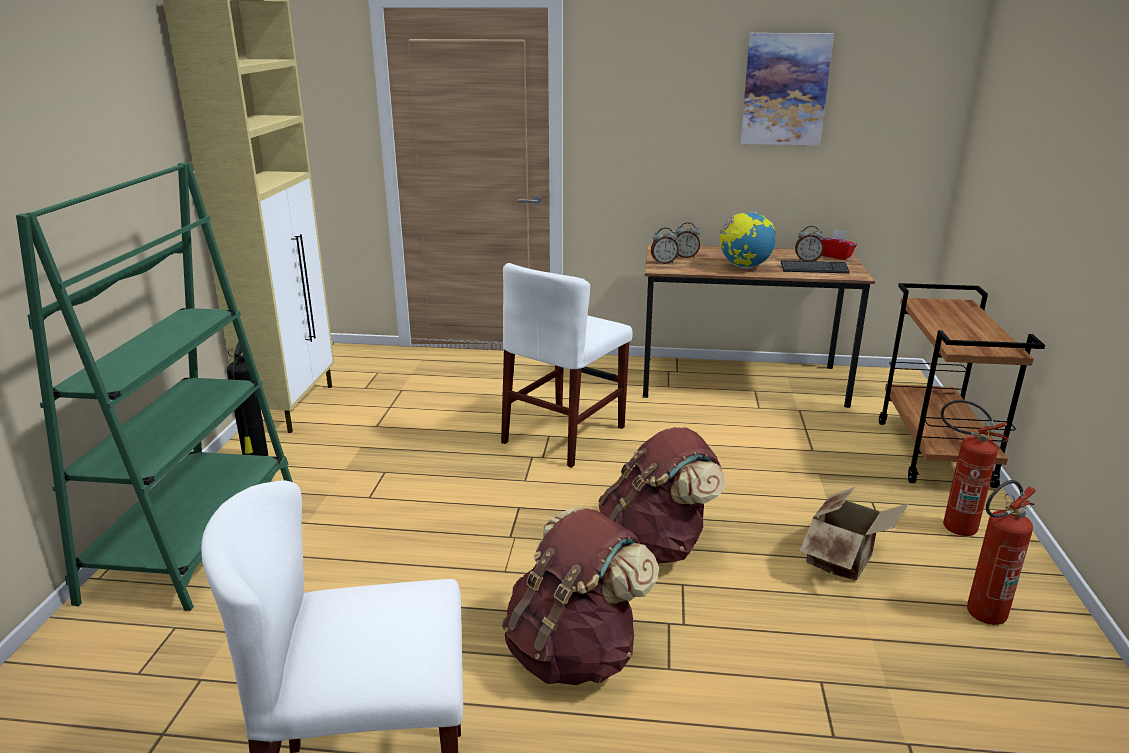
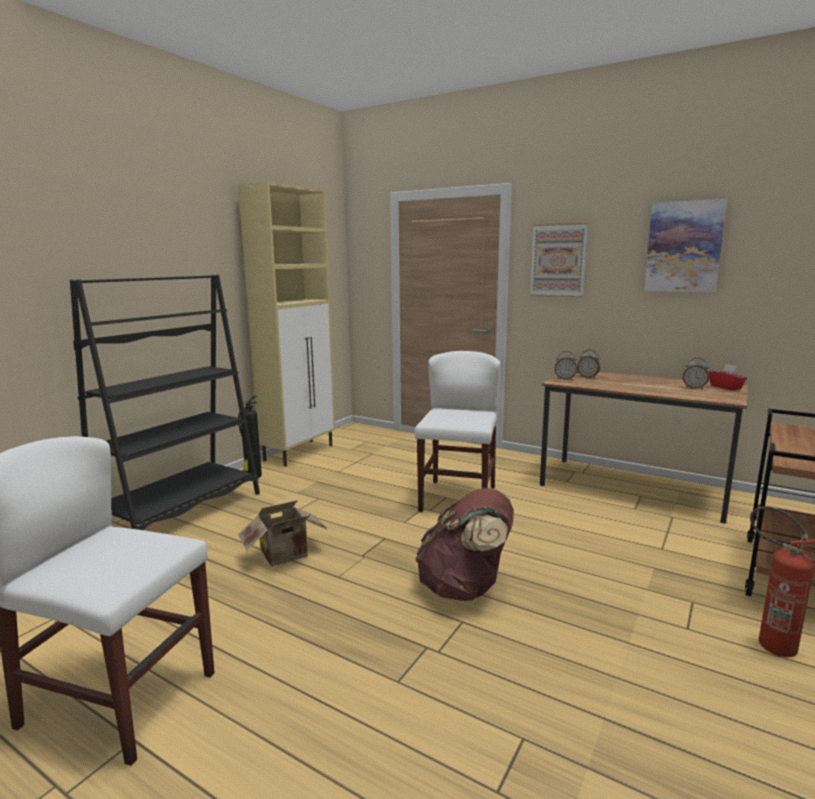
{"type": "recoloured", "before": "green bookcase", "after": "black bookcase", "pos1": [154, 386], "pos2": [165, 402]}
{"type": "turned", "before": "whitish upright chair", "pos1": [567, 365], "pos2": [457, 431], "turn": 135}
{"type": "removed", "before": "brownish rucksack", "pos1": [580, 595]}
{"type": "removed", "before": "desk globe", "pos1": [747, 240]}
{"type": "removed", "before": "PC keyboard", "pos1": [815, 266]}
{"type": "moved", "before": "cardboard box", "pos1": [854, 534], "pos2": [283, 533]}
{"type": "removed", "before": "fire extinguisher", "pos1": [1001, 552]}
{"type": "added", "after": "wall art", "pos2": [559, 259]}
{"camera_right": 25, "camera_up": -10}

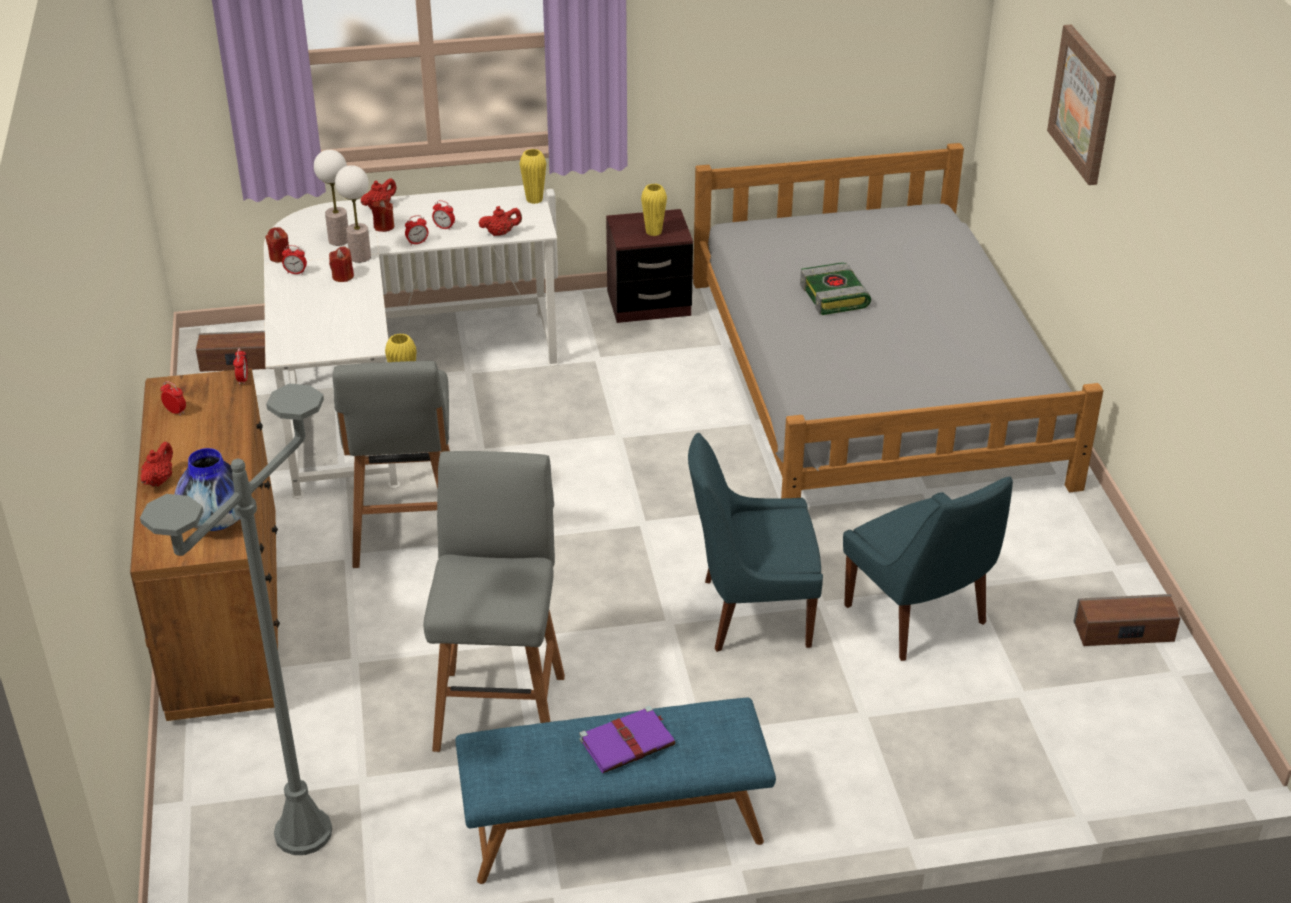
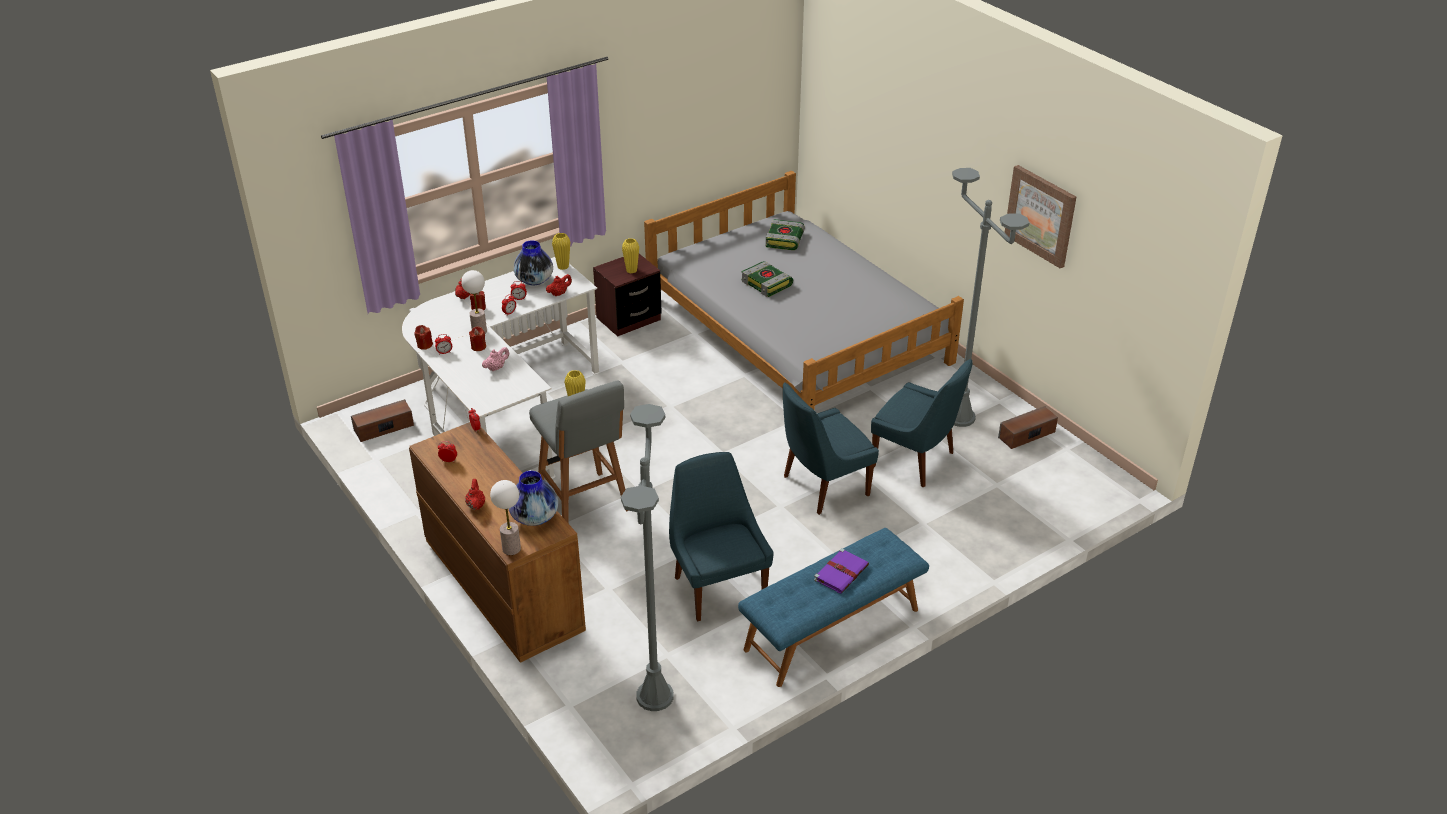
{"type": "moved", "before": "lamp for a table", "pos1": [331, 198], "pos2": [505, 517]}
{"type": "replaced", "before": "greyish stool seat", "after": "bluish upright chair", "pos1": [494, 601], "pos2": [721, 537]}
{"type": "moved", "before": "wall art", "pos1": [1081, 104], "pos2": [1040, 216]}
{"type": "added", "after": "pink tea pot", "pos2": [495, 359]}
{"type": "added", "after": "flower vase", "pos2": [533, 262]}
{"type": "added", "after": "book", "pos2": [785, 234]}
{"type": "added", "after": "greyish floor lamp", "pos2": [990, 297]}
{"camera_right": -25, "camera_up": 0}

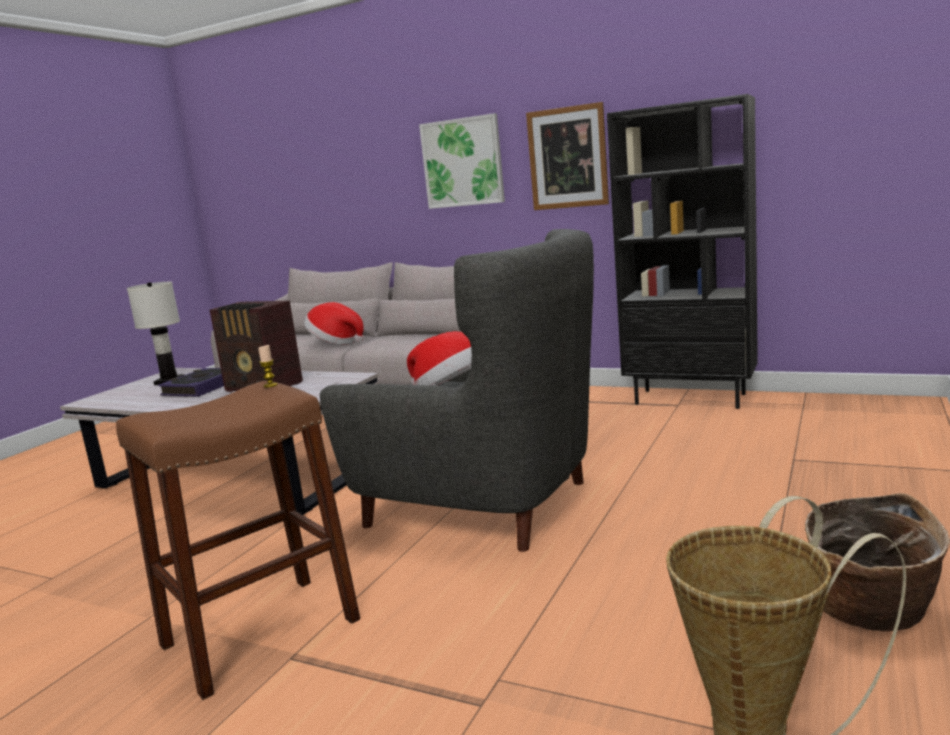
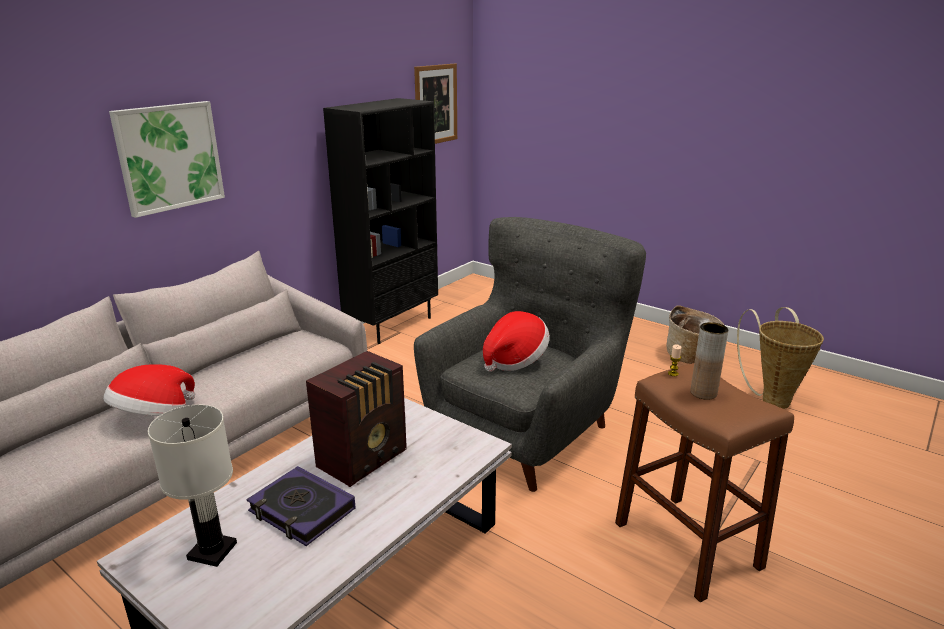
{"type": "moved", "before": "wall art", "pos1": [567, 156], "pos2": [435, 104]}
{"type": "added", "after": "brownish flower vase", "pos2": [709, 361]}
{"camera_right": -80, "camera_up": 10}

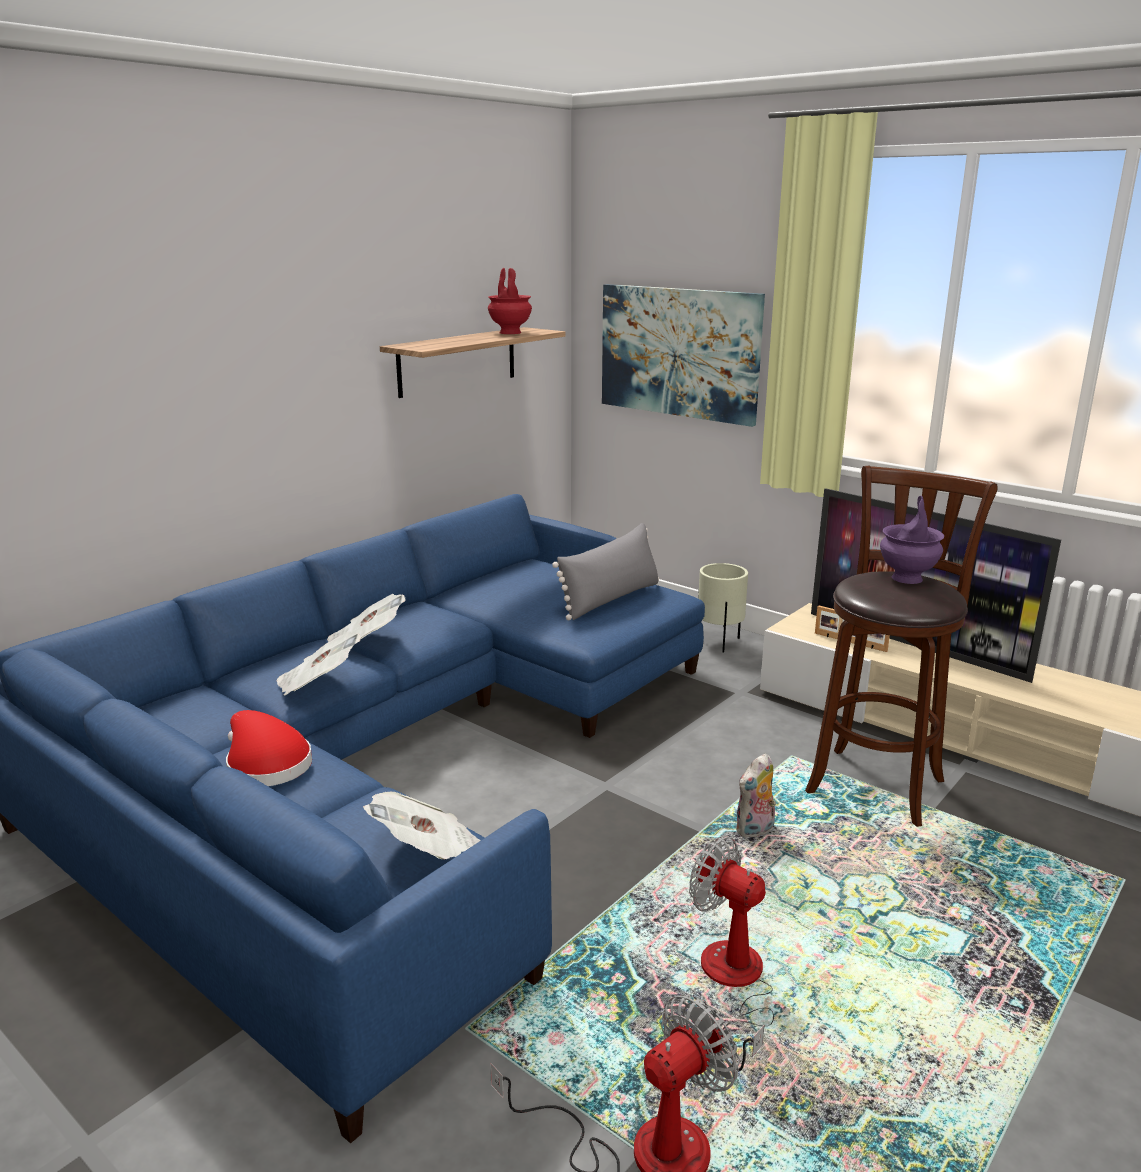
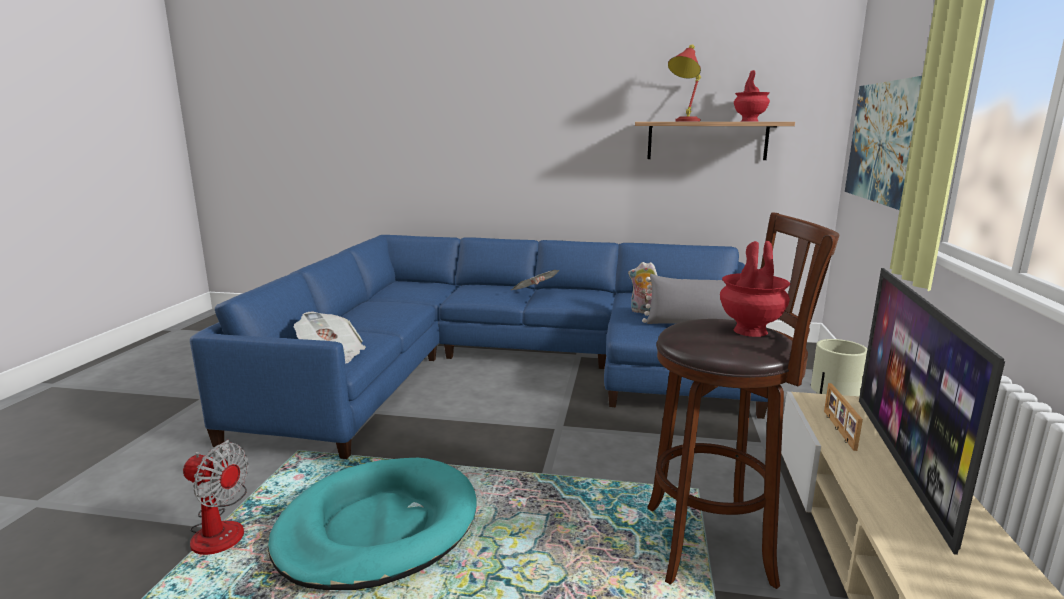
{"type": "removed", "before": "red clothing hat", "pos1": [269, 748]}
{"type": "removed", "before": "newspaper", "pos1": [318, 663]}
{"type": "replaced", "before": "fan", "after": "turquoise-coloured dog cushion", "pos1": [731, 953], "pos2": [372, 524]}
{"type": "moved", "before": "cuddly toy", "pos1": [756, 795], "pos2": [643, 288]}
{"type": "recoloured", "before": "purple flower vase", "after": "red flower vase", "pos1": [912, 540], "pos2": [755, 289]}
{"type": "added", "after": "red lamp for a table", "pos2": [684, 83]}
{"camera_right": 60, "camera_up": -5}

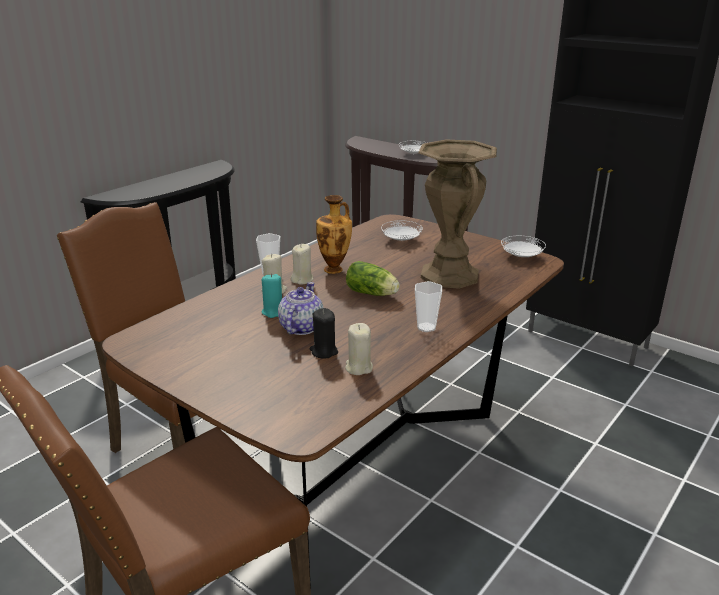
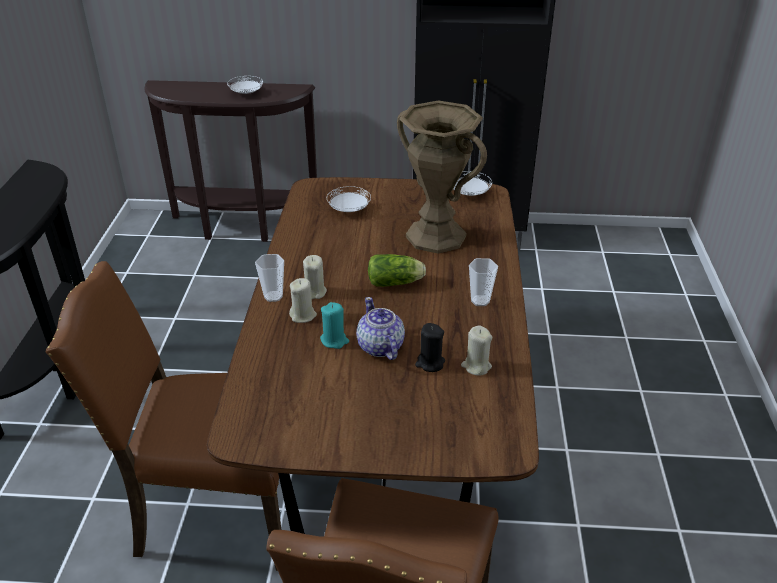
{"type": "removed", "before": "flower vase", "pos1": [334, 234]}
{"camera_right": -35, "camera_up": 10}

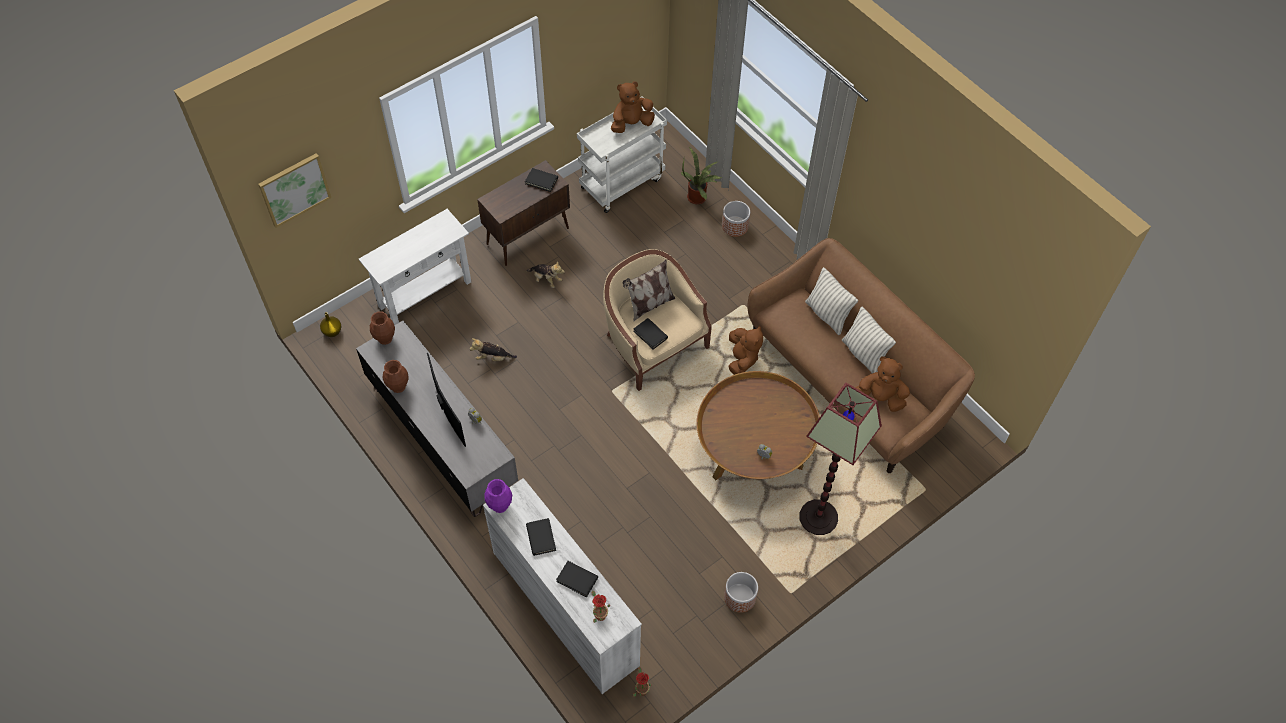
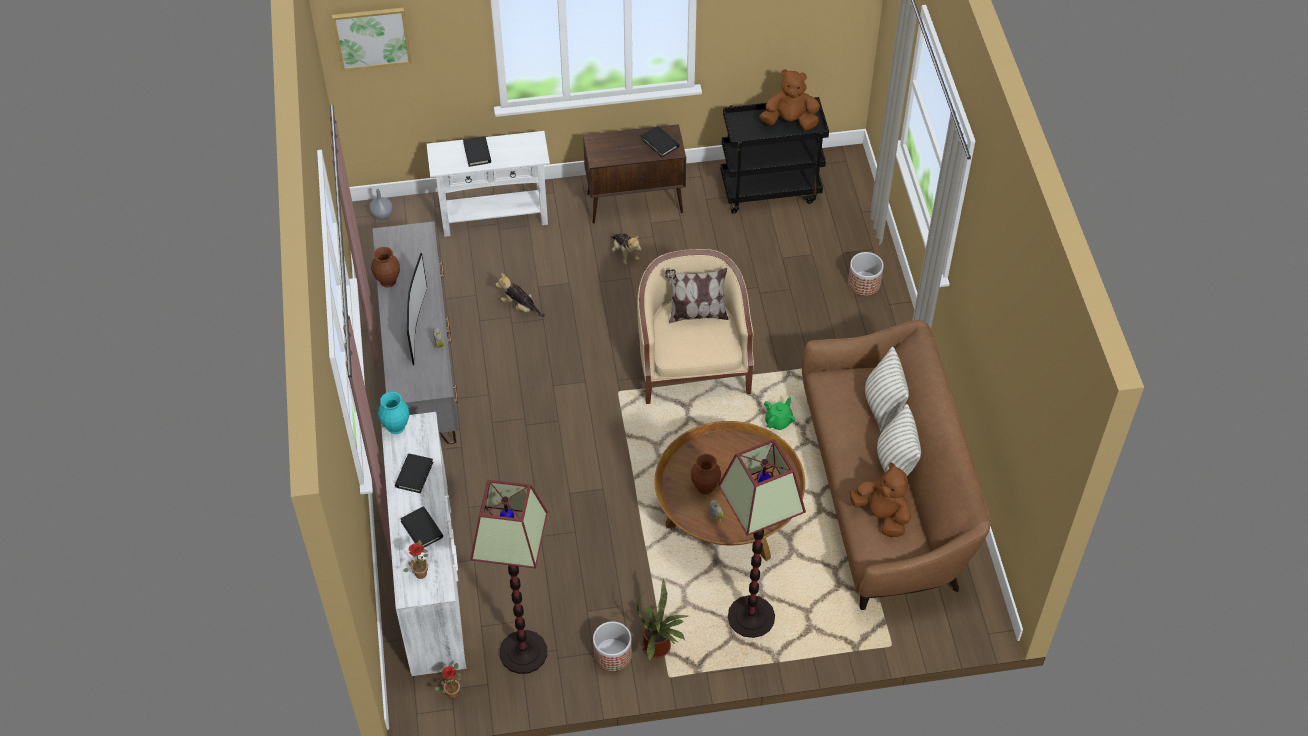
{"type": "recoloured", "before": "yellowish flower vase", "after": "greyish flower vase", "pos1": [330, 324], "pos2": [381, 204]}
{"type": "moved", "before": "brownish flower vase", "pos1": [382, 328], "pos2": [706, 474]}
{"type": "recoloured", "before": "purple flower vase", "after": "turquoise-coloured flower vase", "pos1": [498, 496], "pos2": [393, 413]}
{"type": "recoloured", "before": "whitish wheeled cart", "after": "black wheeled cart", "pos1": [622, 154], "pos2": [775, 155]}
{"type": "moved", "before": "black book", "pos1": [651, 334], "pos2": [477, 151]}
{"type": "moved", "before": "plant in a pot", "pos1": [702, 175], "pos2": [662, 619]}
{"type": "replaced", "before": "brownish cuddly toy", "after": "green tea pot", "pos1": [746, 350], "pos2": [779, 413]}
{"type": "added", "after": "floor lamp", "pos2": [509, 577]}
{"camera_right": 30, "camera_up": -5}

